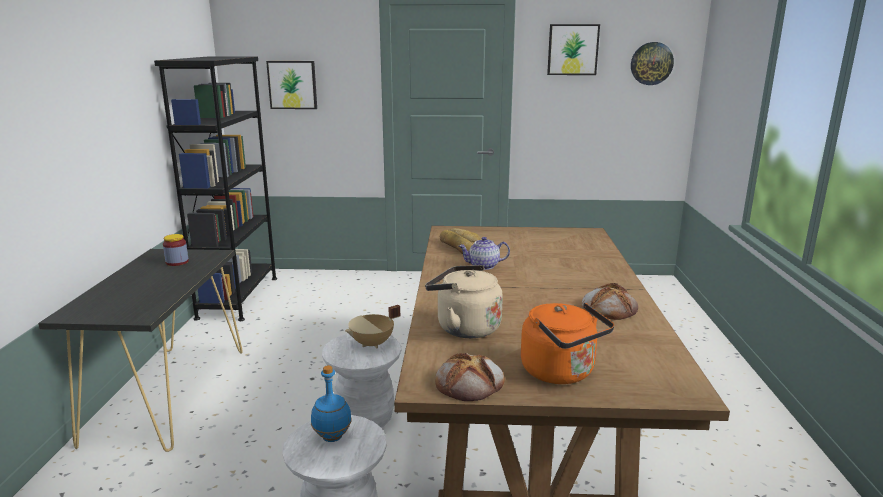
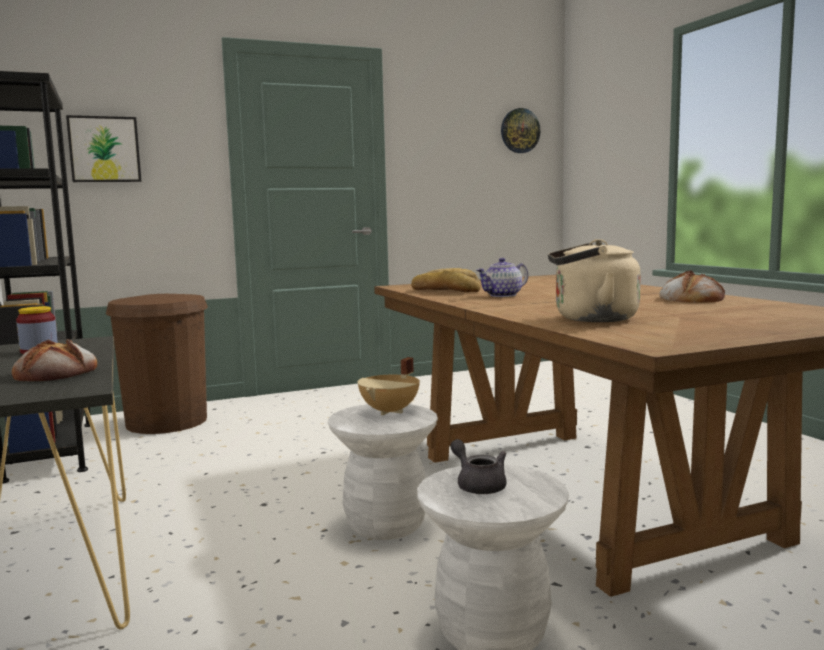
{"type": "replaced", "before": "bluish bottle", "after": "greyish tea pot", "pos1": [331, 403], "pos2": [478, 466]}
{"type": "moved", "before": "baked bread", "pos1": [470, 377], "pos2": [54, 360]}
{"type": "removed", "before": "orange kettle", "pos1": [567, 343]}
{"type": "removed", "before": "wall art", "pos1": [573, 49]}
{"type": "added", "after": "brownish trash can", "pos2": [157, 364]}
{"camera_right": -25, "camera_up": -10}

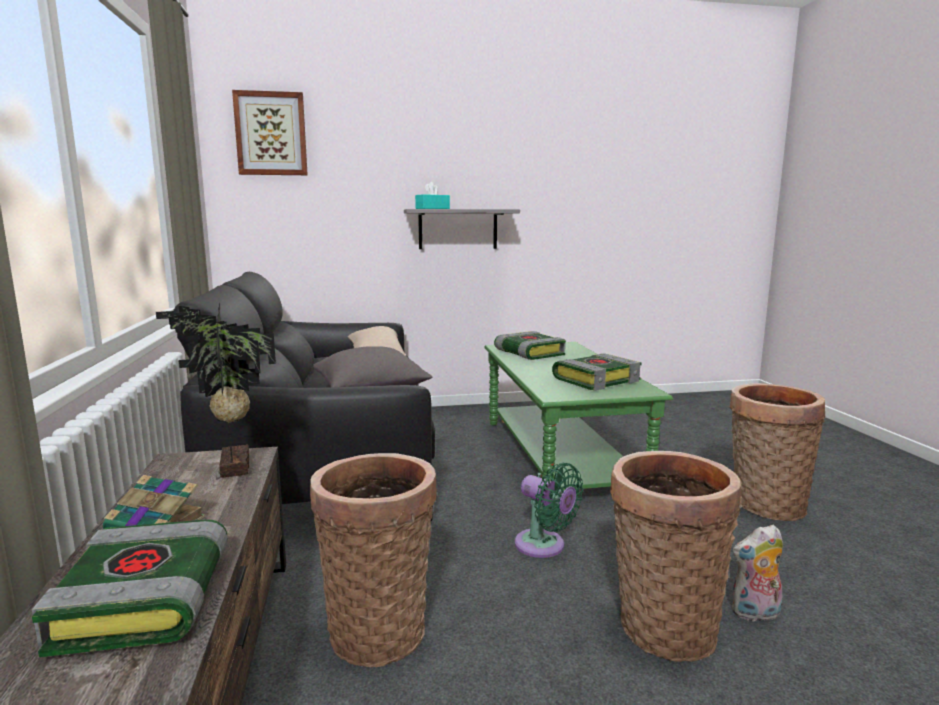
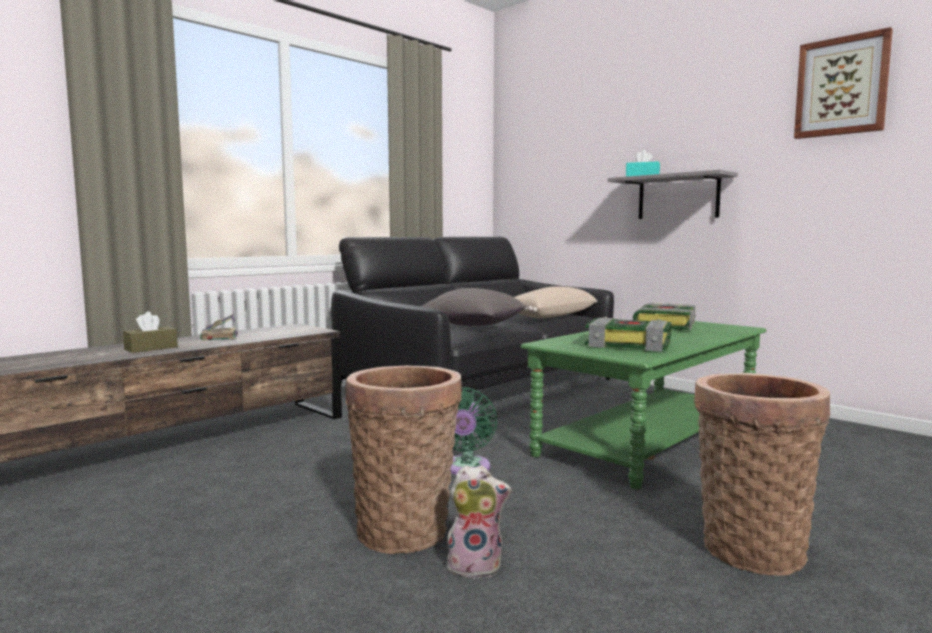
{"type": "replaced", "before": "book", "after": "brownish box of tissues", "pos1": [130, 588], "pos2": [150, 332]}
{"type": "removed", "before": "plant in a pot", "pos1": [216, 390]}
{"type": "moved", "before": "wall art", "pos1": [270, 132], "pos2": [843, 83]}
{"type": "removed", "before": "household basket", "pos1": [373, 560]}
{"type": "turned", "before": "cuddly toy", "pos1": [757, 573], "pos2": [478, 522], "turn": 135}
{"camera_right": 55, "camera_up": -5}

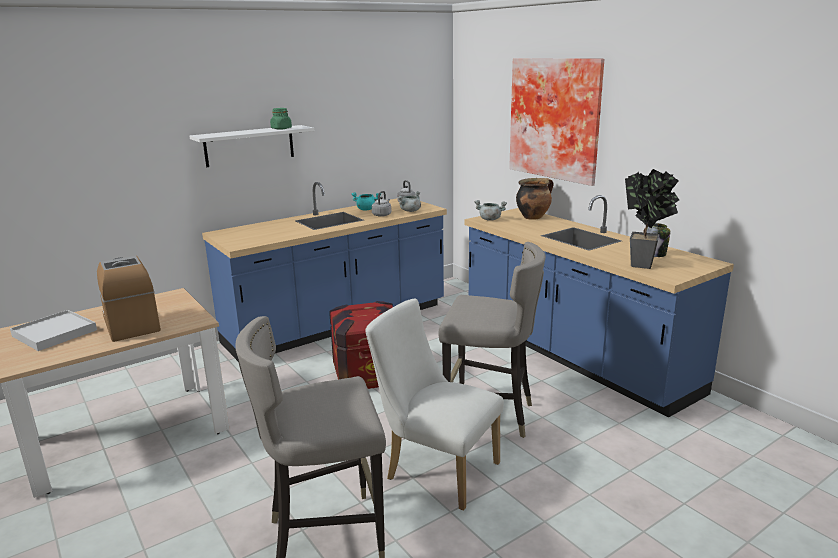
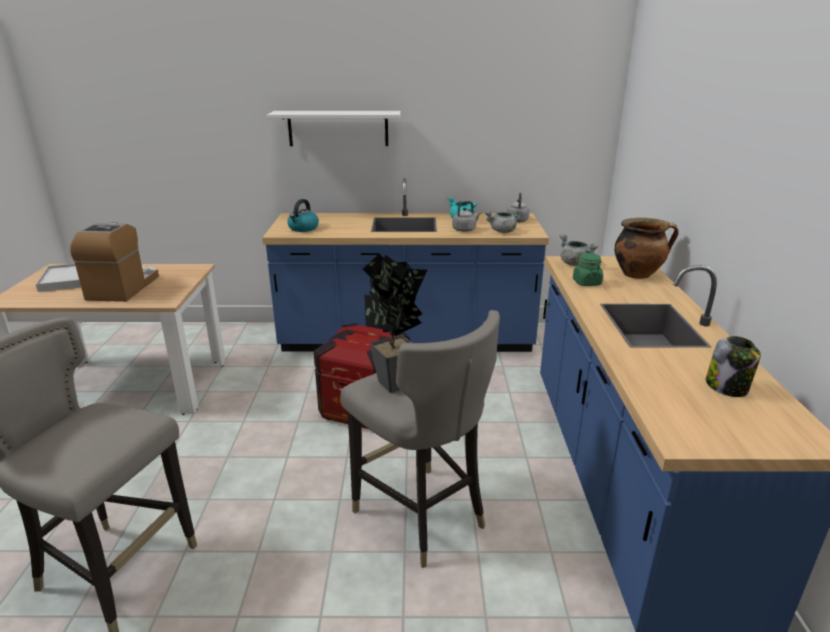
{"type": "moved", "before": "green storage jar", "pos1": [281, 119], "pos2": [588, 269]}
{"type": "removed", "before": "whitish upright chair", "pos1": [435, 405]}
{"type": "removed", "before": "wall art", "pos1": [556, 122]}
{"type": "moved", "before": "plant in a pot", "pos1": [652, 219], "pos2": [395, 323]}
{"type": "added", "after": "kettle", "pos2": [303, 215]}
{"camera_right": 35, "camera_up": 5}

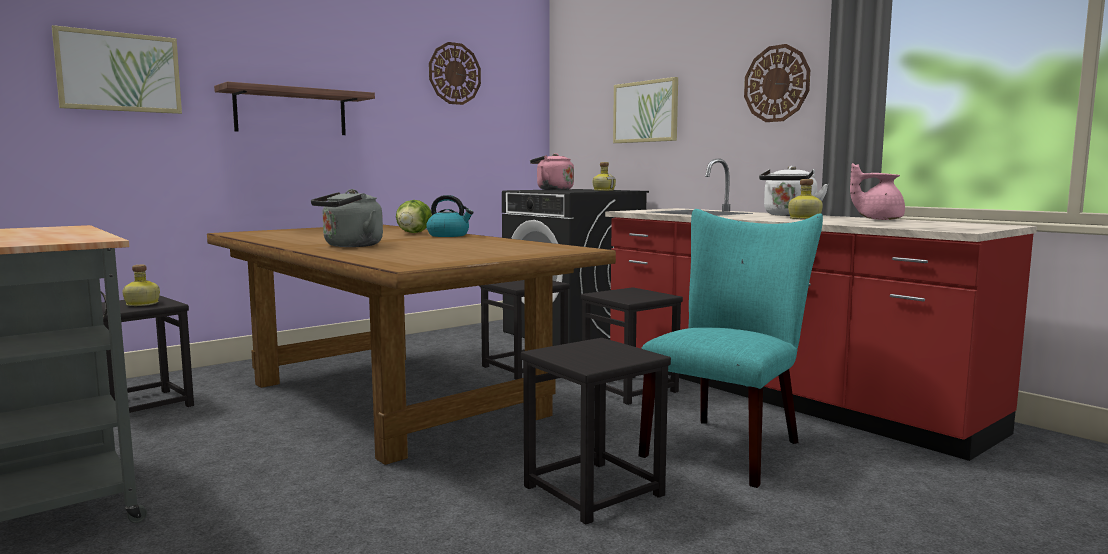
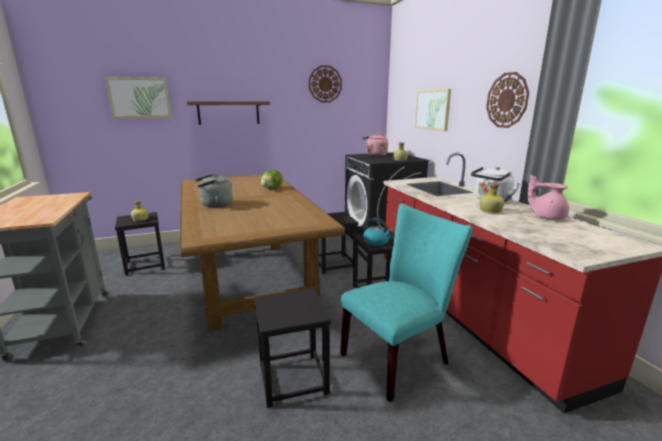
{"type": "moved", "before": "kettle", "pos1": [450, 216], "pos2": [378, 232]}
{"camera_right": 20, "camera_up": 10}

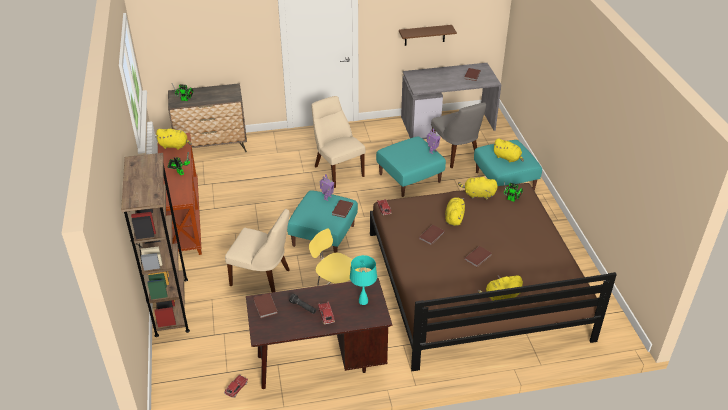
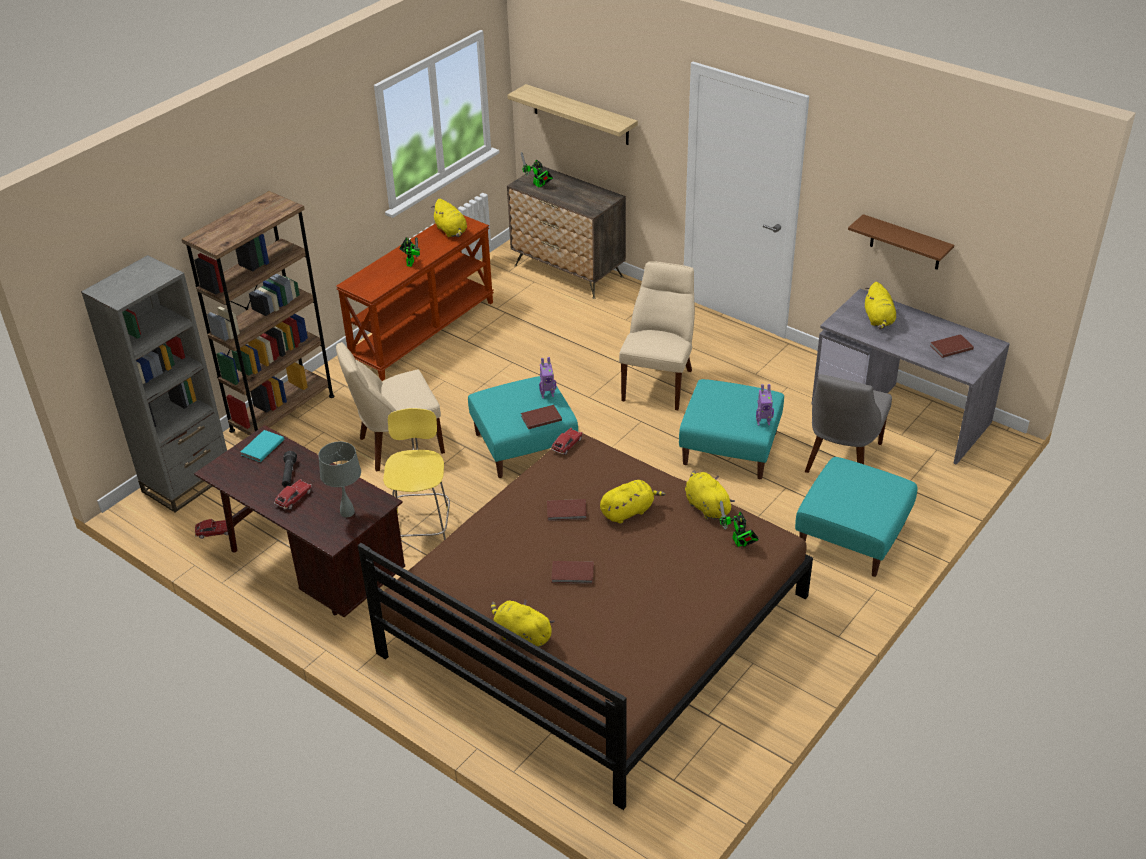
{"type": "turned", "before": "beige-coloured upright chair", "pos1": [257, 250], "pos2": [390, 406], "turn": 90}
{"type": "recoloured", "before": "brownish book", "after": "turquoise-coloured book", "pos1": [265, 305], "pos2": [262, 446]}
{"type": "recoloured", "before": "turquoise-coloured lamp for a table", "after": "greyish lamp for a table", "pos1": [363, 280], "pos2": [339, 479]}
{"type": "moved", "before": "yellowish cuddly toy", "pos1": [508, 150], "pos2": [880, 305]}
{"type": "added", "after": "greyish bookcase", "pos2": [154, 383]}
{"type": "added", "after": "bracket shelf", "pos2": [573, 114]}
{"camera_right": 50, "camera_up": 0}

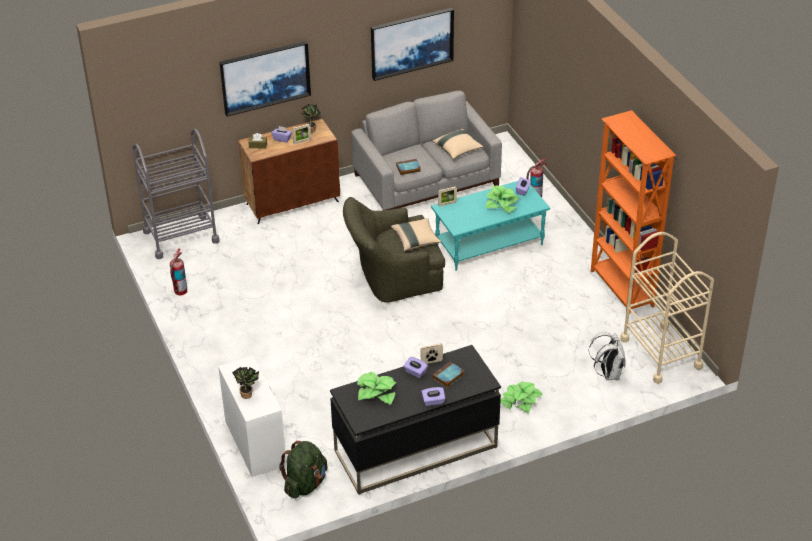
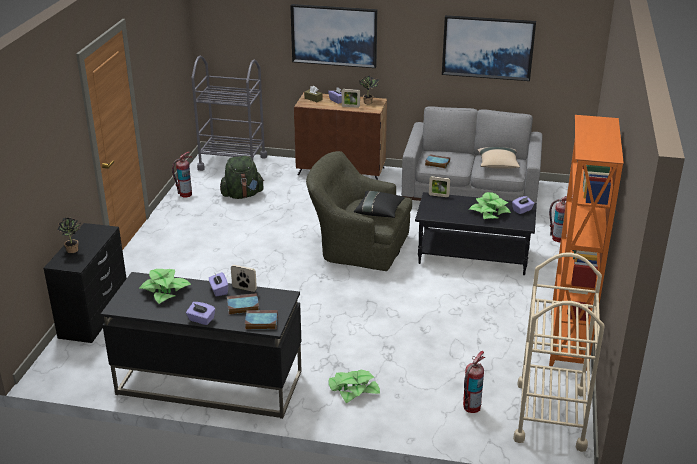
{"type": "recoloured", "before": "whitish chest of drawers", "after": "black chest of drawers", "pos1": [252, 416], "pos2": [85, 283]}
{"type": "moved", "before": "green rucksack", "pos1": [303, 469], "pos2": [242, 177]}
{"type": "recoloured", "before": "beige-coloured throw pillow", "after": "black throw pillow", "pos1": [416, 234], "pos2": [379, 204]}
{"type": "recoloured", "before": "turquoise-coloured low table", "after": "black low table", "pos1": [490, 226], "pos2": [476, 233]}
{"type": "replaced", "before": "whitish rucksack", "after": "fire extinguisher", "pos1": [607, 356], "pos2": [474, 382]}
{"type": "added", "after": "book", "pos2": [261, 319]}
{"camera_right": 35, "camera_up": -10}

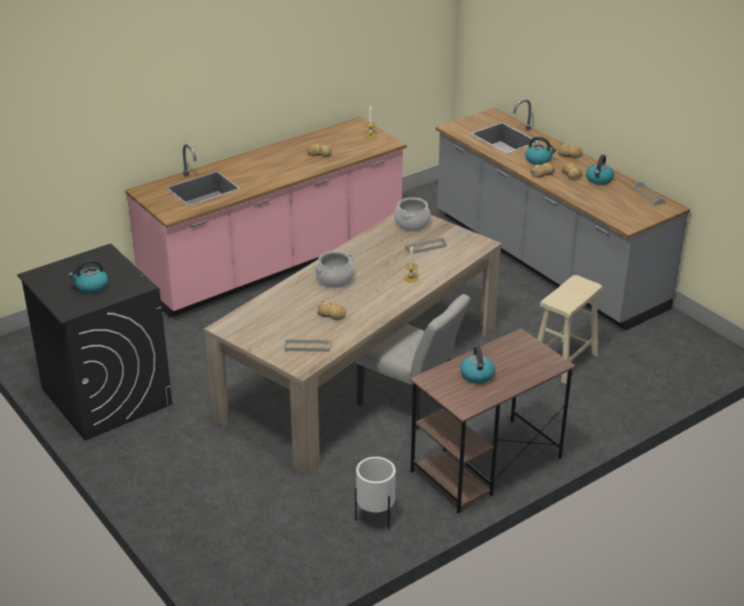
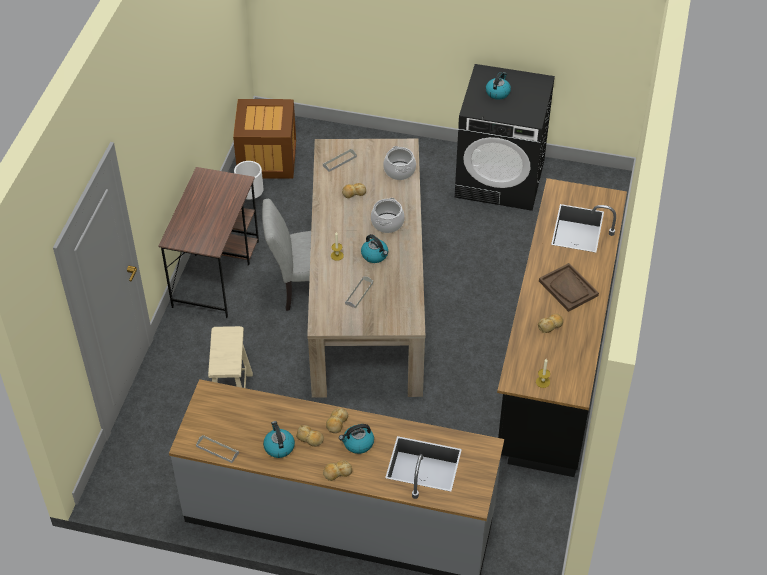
{"type": "recoloured", "before": "pink kitchen counter", "after": "black kitchen counter", "pos1": [266, 217], "pos2": [562, 327]}
{"type": "moved", "before": "saucepot", "pos1": [412, 214], "pos2": [399, 163]}
{"type": "moved", "before": "kettle", "pos1": [477, 365], "pos2": [374, 248]}
{"type": "added", "after": "shipping crate", "pos2": [264, 139]}
{"type": "added", "after": "brownish serving tray", "pos2": [569, 287]}
{"camera_right": 140, "camera_up": 15}

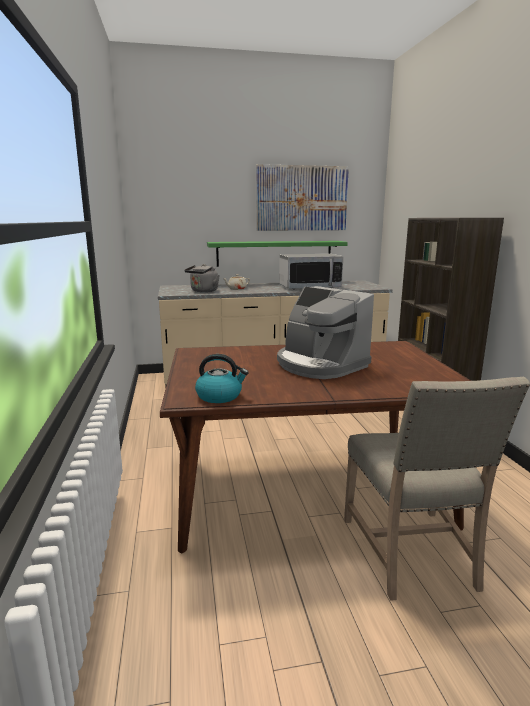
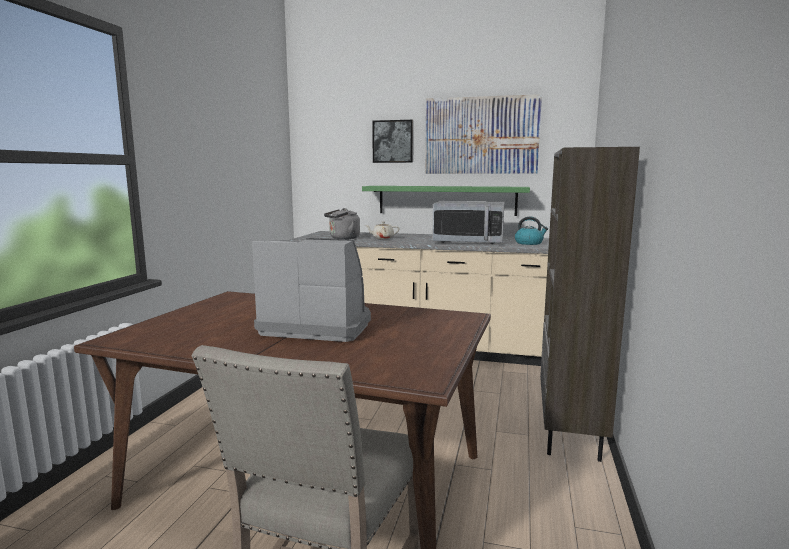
{"type": "moved", "before": "kettle", "pos1": [222, 378], "pos2": [531, 231]}
{"type": "turned", "before": "coffee brewer", "pos1": [325, 332], "pos2": [311, 290], "turn": 120}
{"type": "added", "after": "wall art", "pos2": [393, 141]}
{"camera_right": 25, "camera_up": -5}

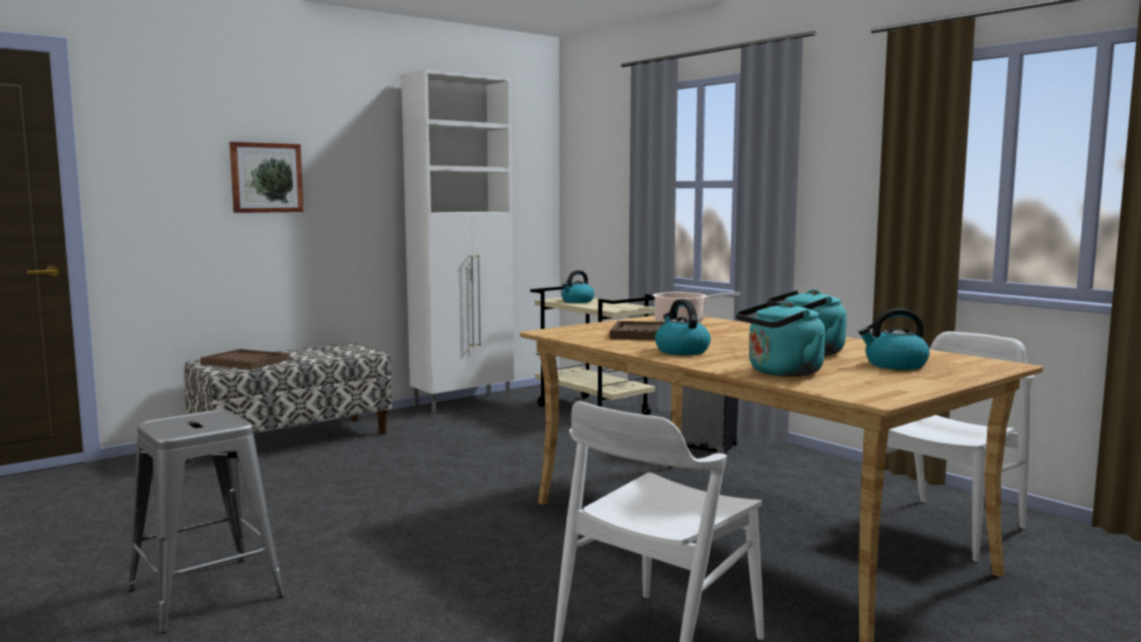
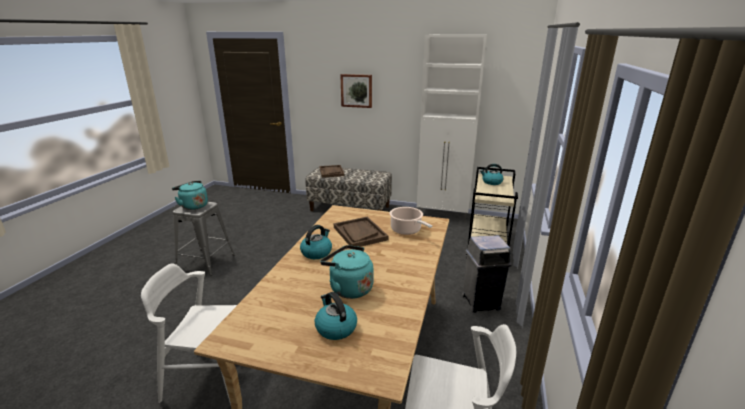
{"type": "moved", "before": "turquoise-coloured kettle", "pos1": [780, 339], "pos2": [190, 195]}
{"camera_right": 55, "camera_up": 15}

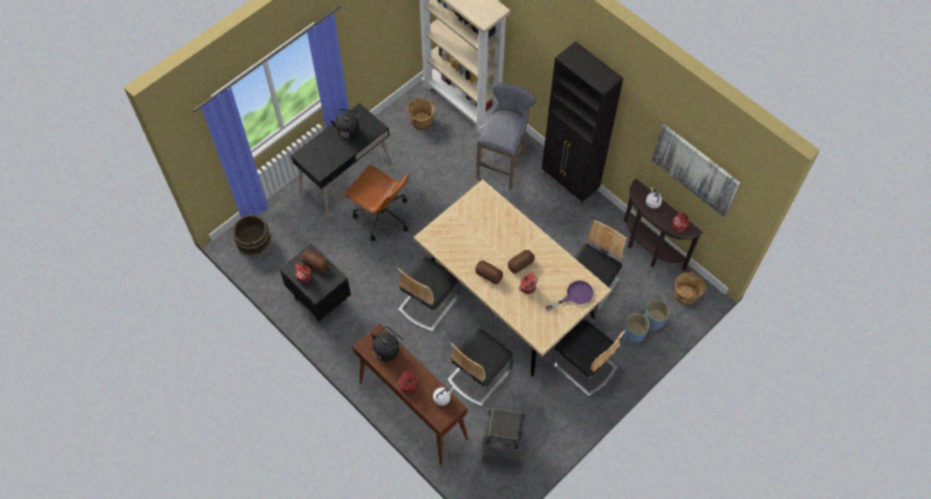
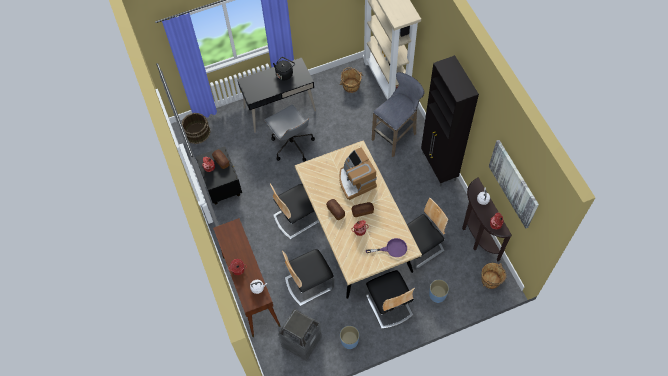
{"type": "recoloured", "before": "brownish computer chair", "after": "greyish computer chair", "pos1": [376, 203], "pos2": [289, 133]}
{"type": "removed", "before": "black kettle", "pos1": [387, 343]}
{"type": "moved", "before": "bluish flower pot", "pos1": [657, 315], "pos2": [349, 337]}
{"type": "added", "after": "coffee brewer", "pos2": [358, 173]}
{"camera_right": 25, "camera_up": 0}

